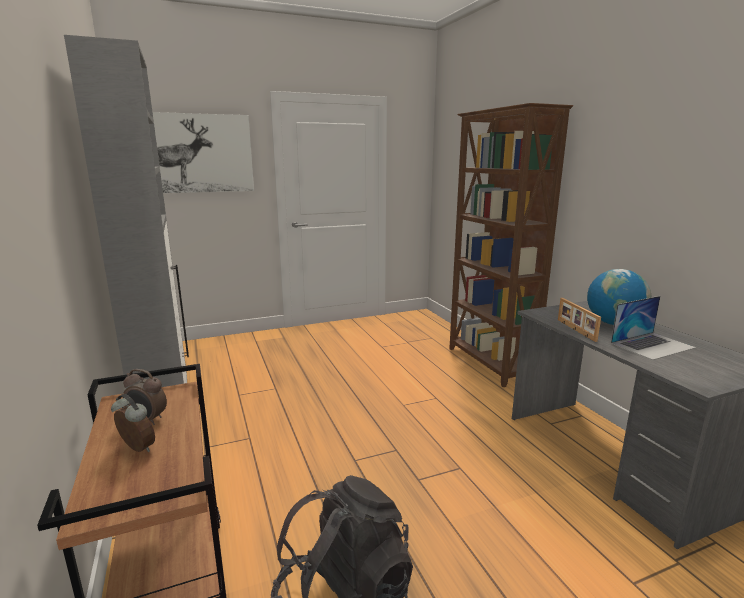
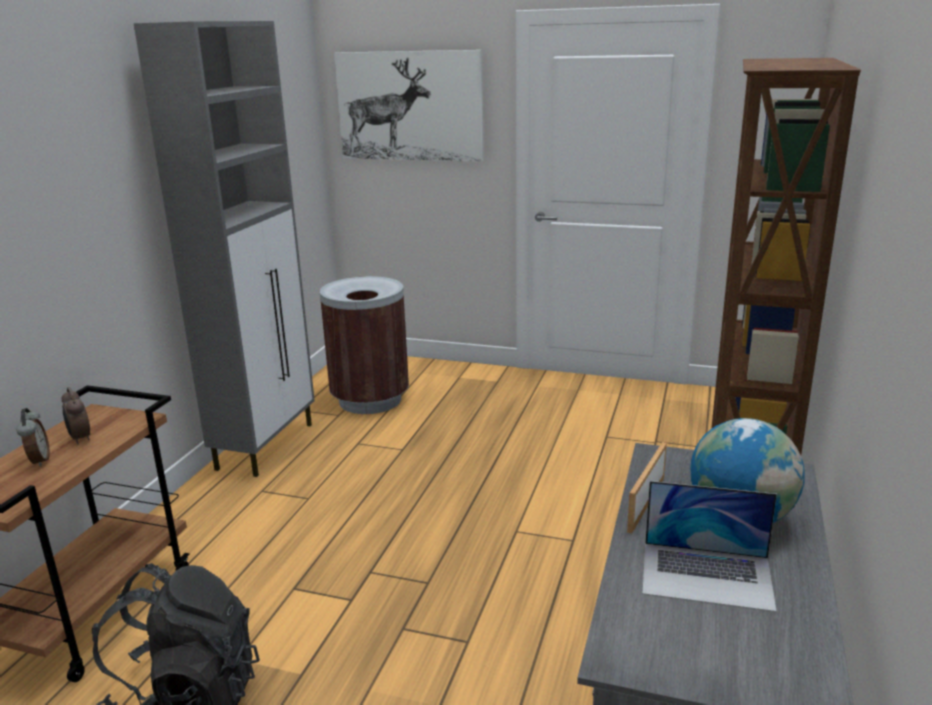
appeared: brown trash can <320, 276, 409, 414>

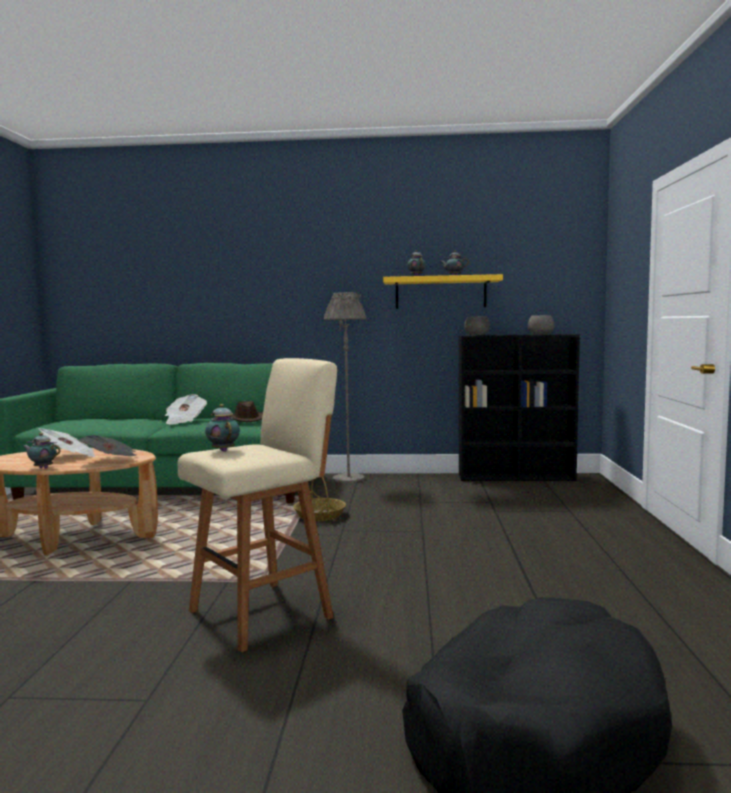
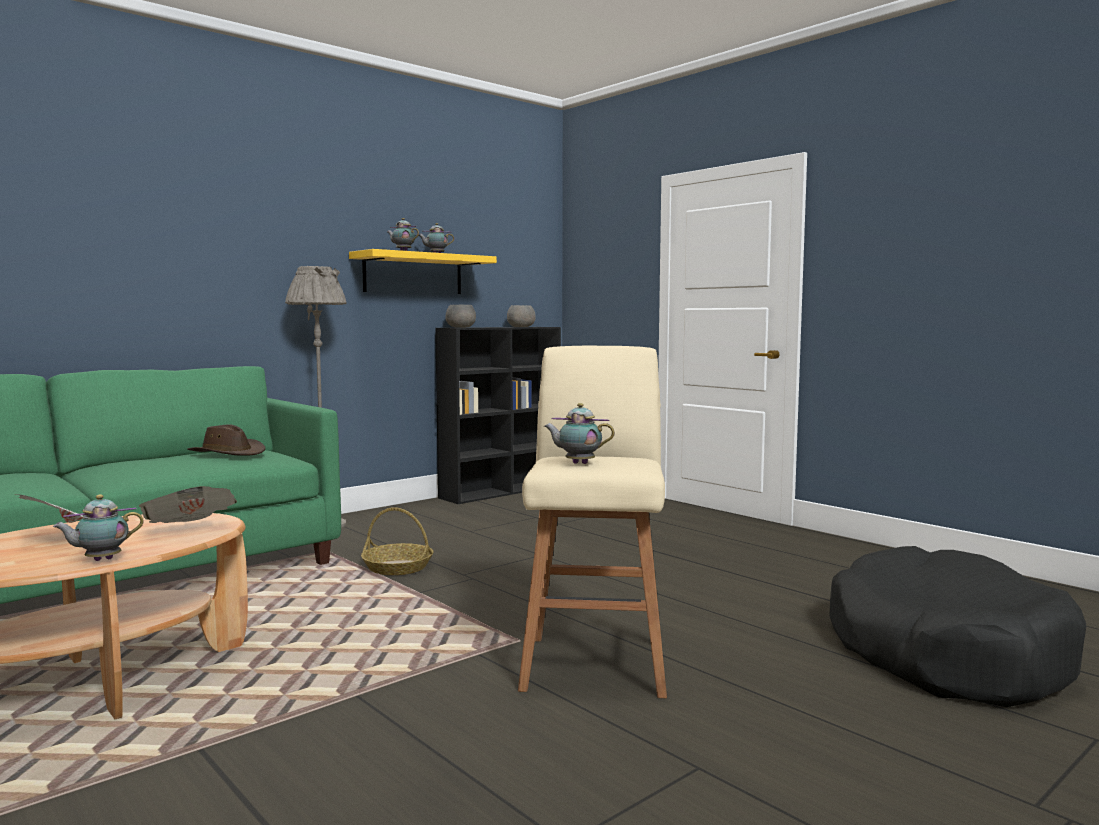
missing: newspaper <165, 394, 207, 425>

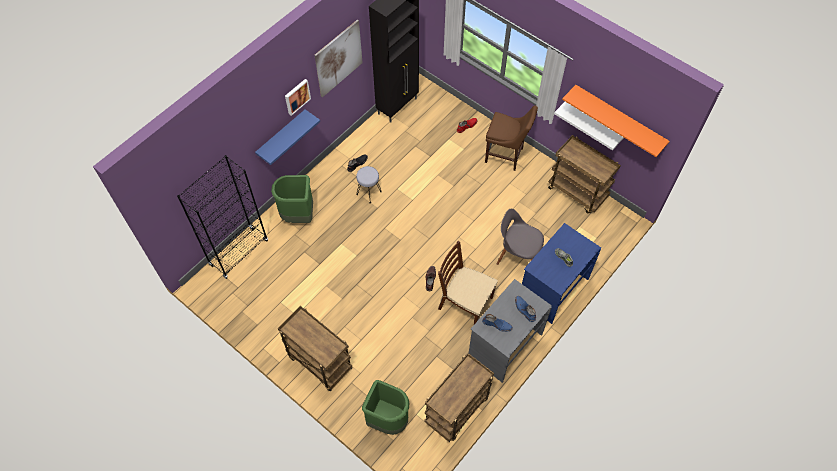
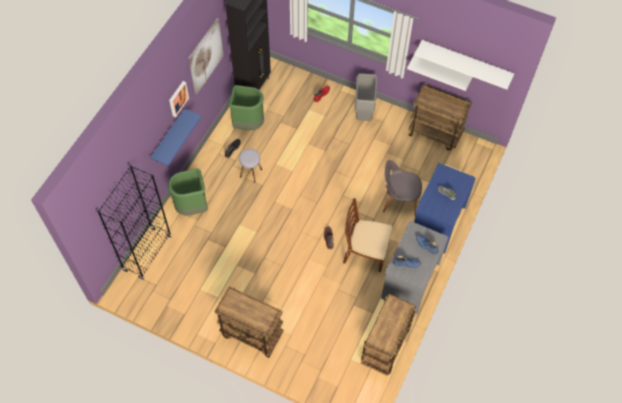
relocated: green trash can <362, 380, 409, 435> to <229, 85, 264, 130>
exchanged: brown chair <485, 105, 538, 171> to grey trash can <355, 73, 378, 121>
colour: orange shelf <562, 85, 669, 157> to white shelf <414, 40, 514, 90>

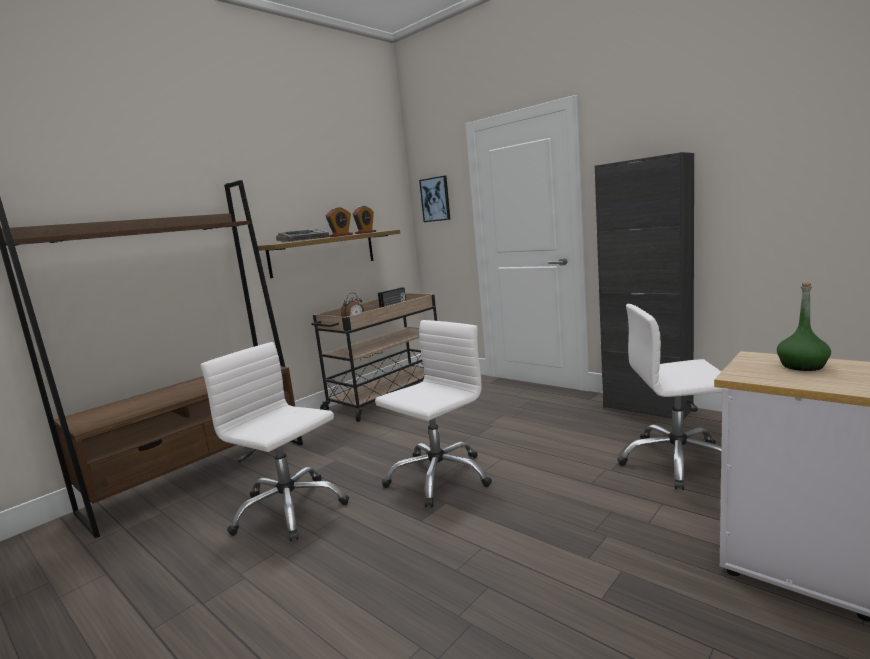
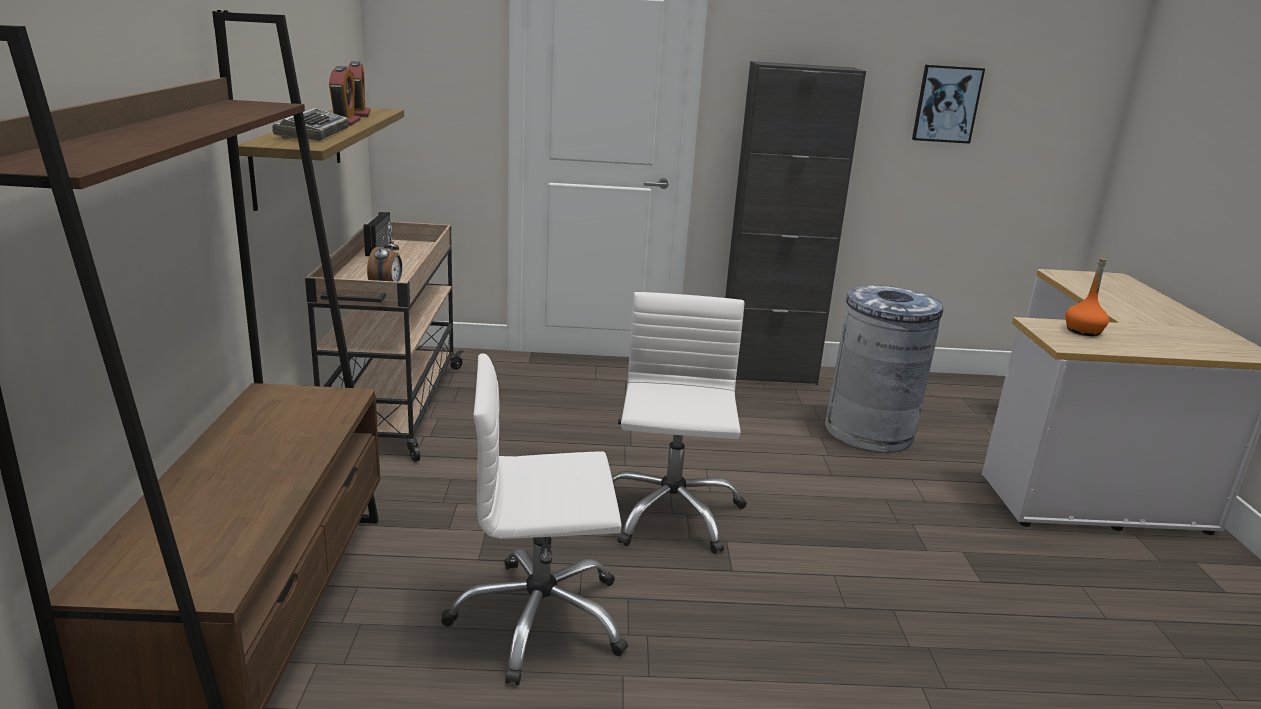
relocated: picture <419, 176, 451, 222> to <912, 65, 985, 144>
exchanged: white office chair <617, 304, 723, 490> to grey trash can <825, 286, 943, 453>
colour: green bottle <777, 282, 831, 371> to orange bottle <1065, 258, 1109, 336>

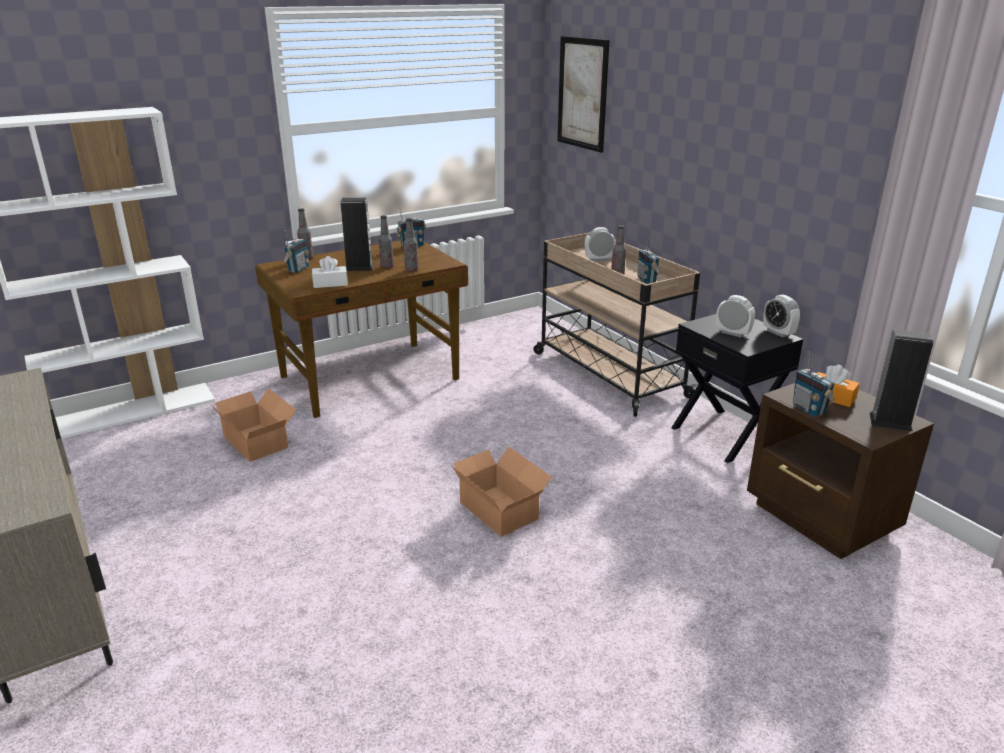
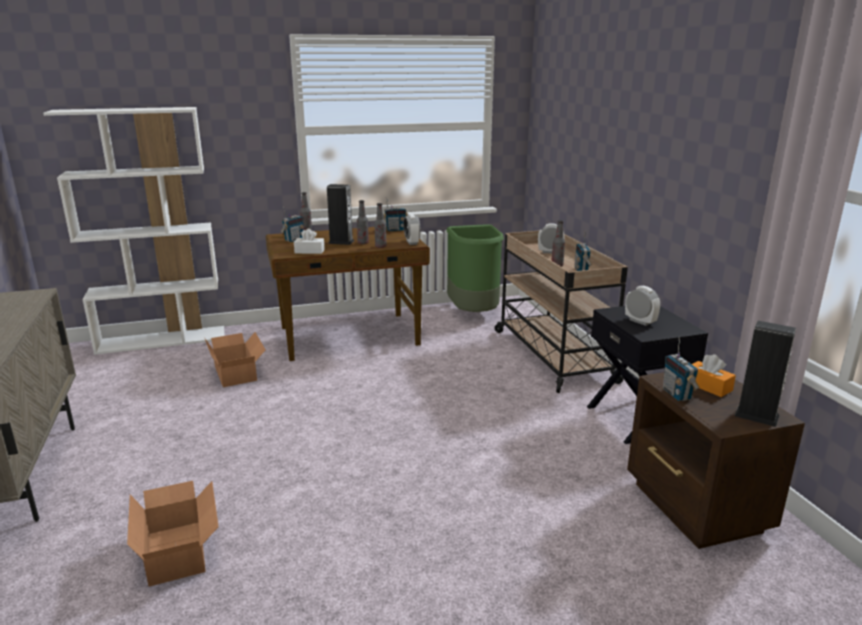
missing: picture <557, 36, 609, 153>
appeared: green trash can <446, 224, 504, 312>
relocated: cardboard box <451, 447, 552, 537> to <127, 481, 219, 586>; alarm clock <763, 295, 800, 337> to <403, 214, 420, 245>

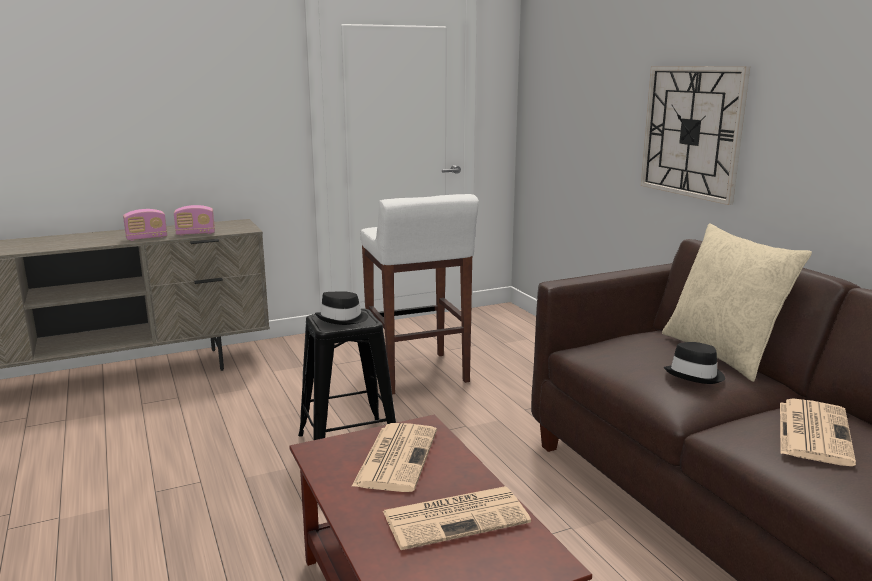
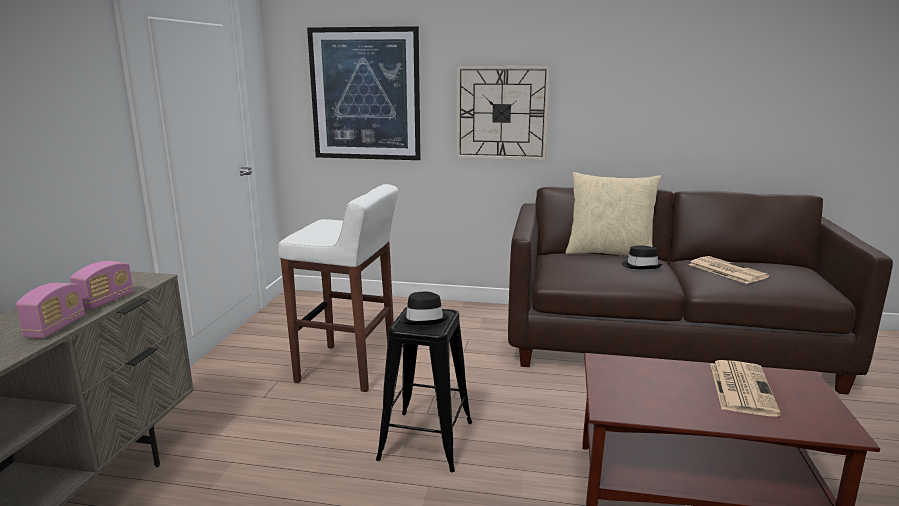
missing: newspaper <351, 423, 437, 492>
appeared: picture <307, 26, 421, 160>

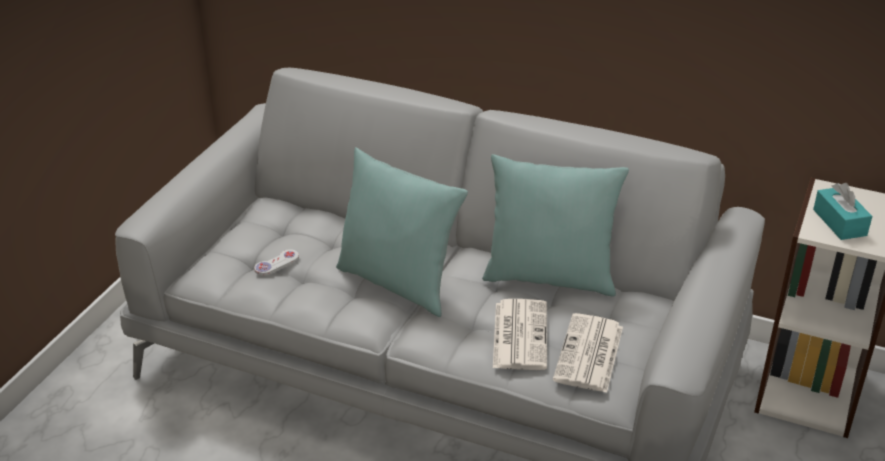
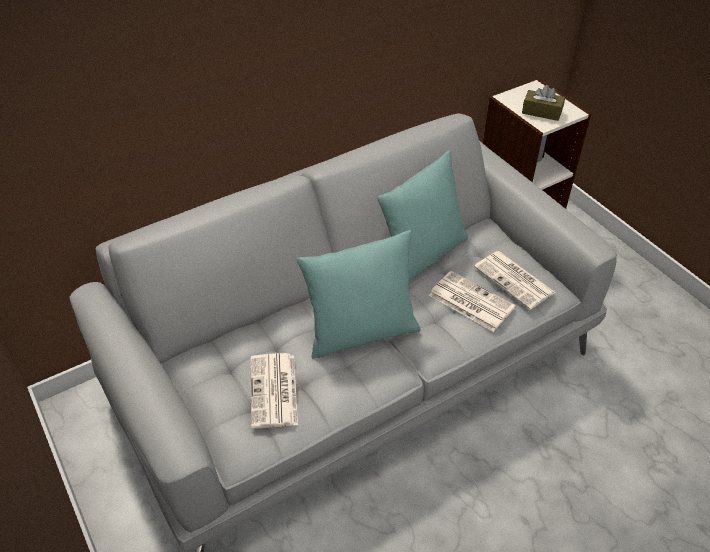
exchanged: white game controller <254, 249, 299, 276> to newspaper <251, 353, 298, 428>
colour: turquoise tissue box <813, 183, 872, 240> to brown tissue box <522, 85, 565, 121>

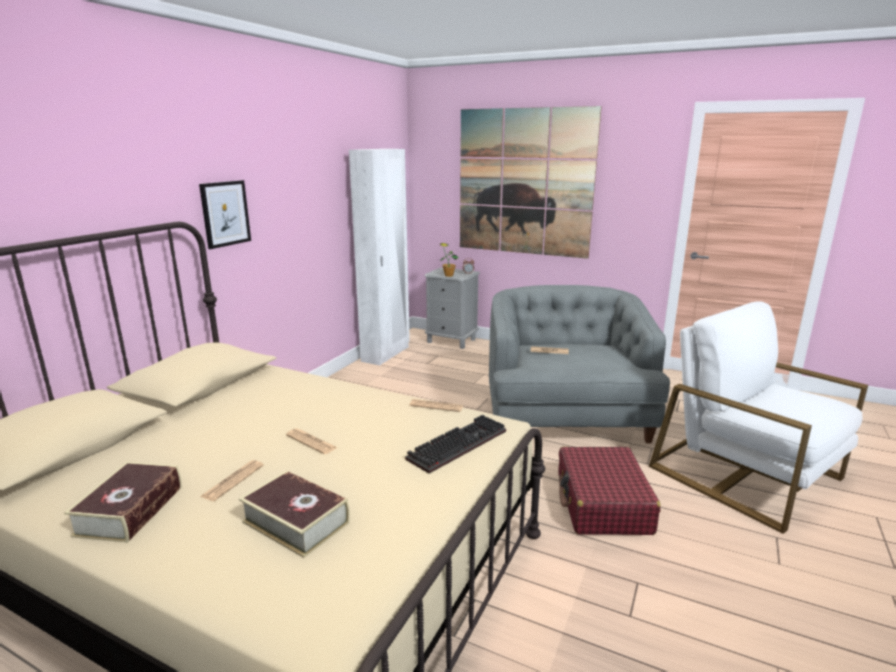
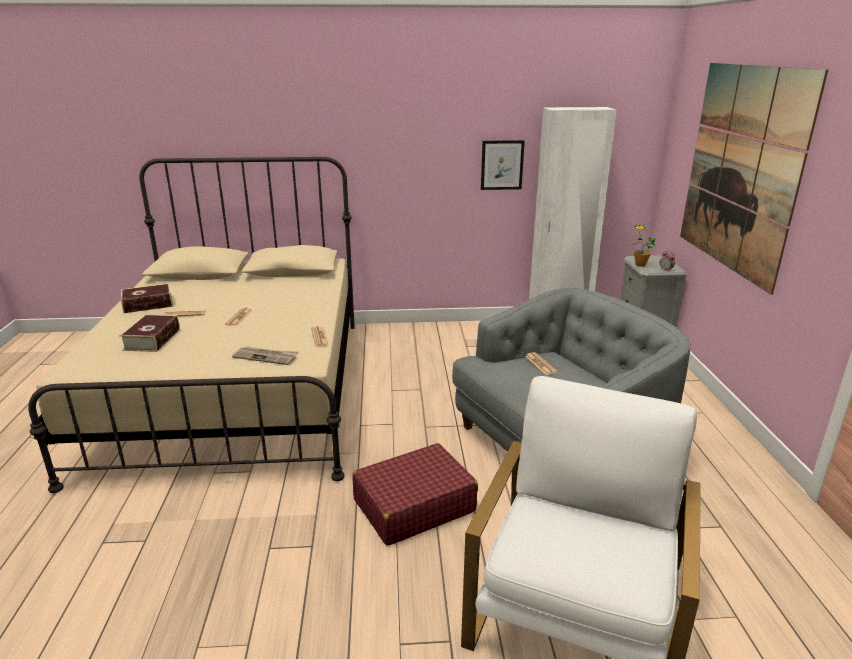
relocated: picture <199, 180, 251, 249> to <481, 140, 525, 190>
exchanged: keyboard <405, 415, 506, 474> to newspaper <232, 346, 298, 365>

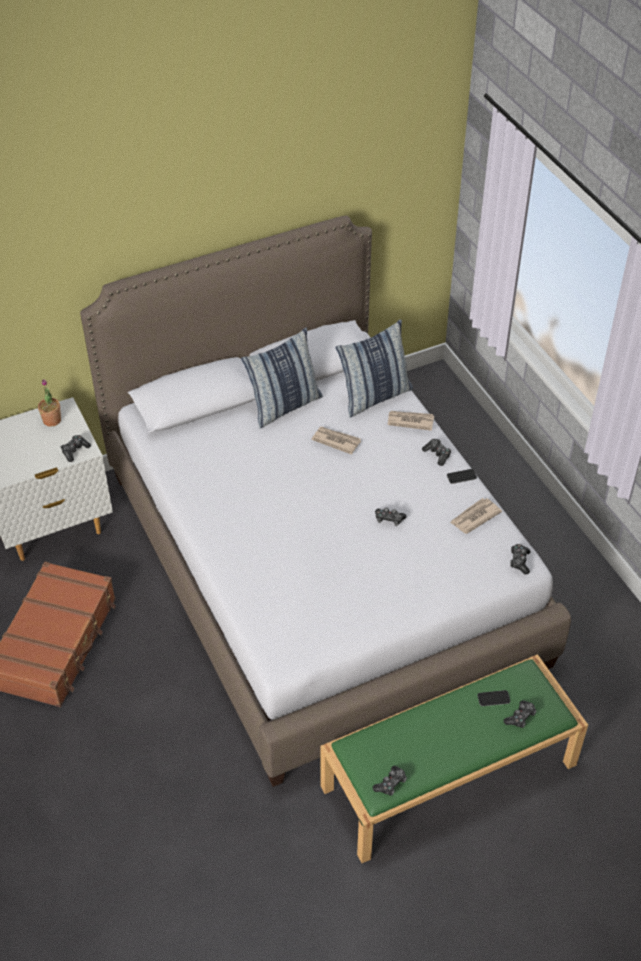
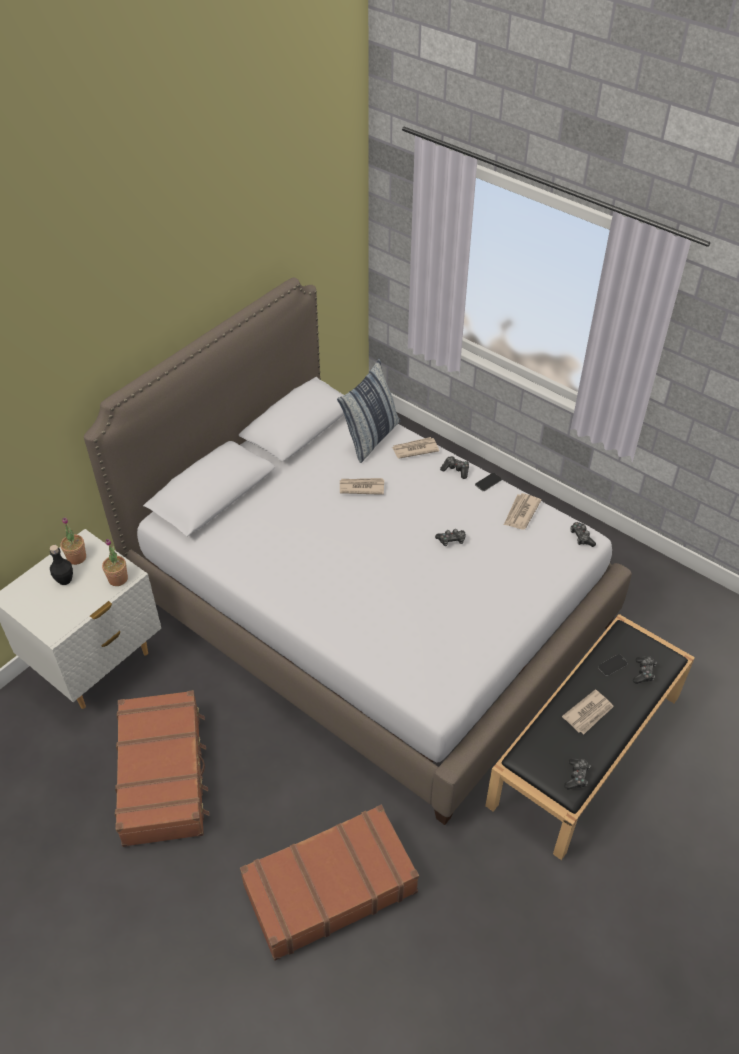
missing: pillow <241, 327, 323, 428>
appeared: black bottle <50, 545, 73, 585>; brown suitcase <240, 805, 419, 961>; newspaper <562, 690, 614, 734>
exchanged: game controller <61, 435, 91, 462> to potted plant <102, 539, 128, 586>
colour: green bench <320, 654, 588, 863> to black bench <485, 614, 695, 860>

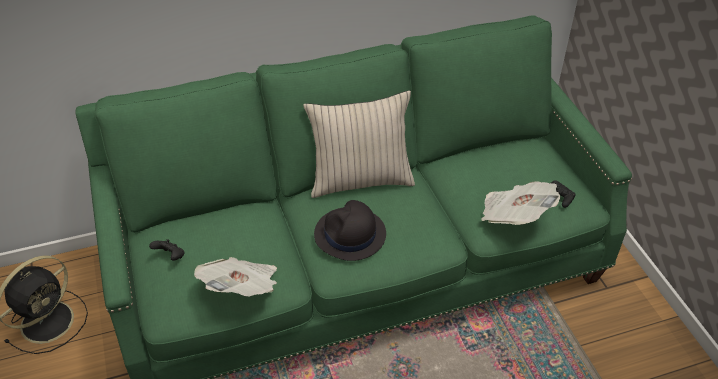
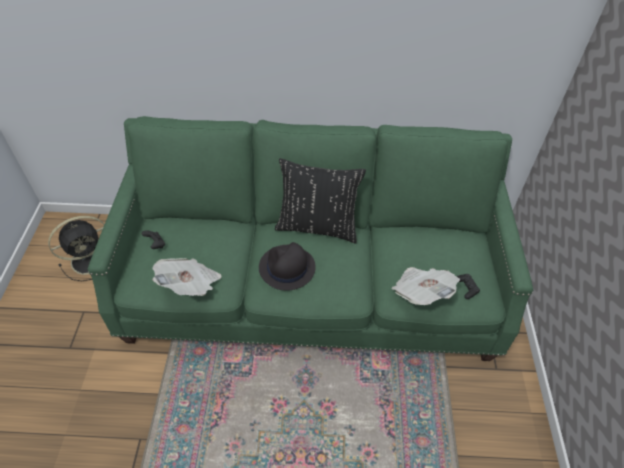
colour: beige pillow <303, 90, 415, 198> to black pillow <275, 158, 366, 243>

